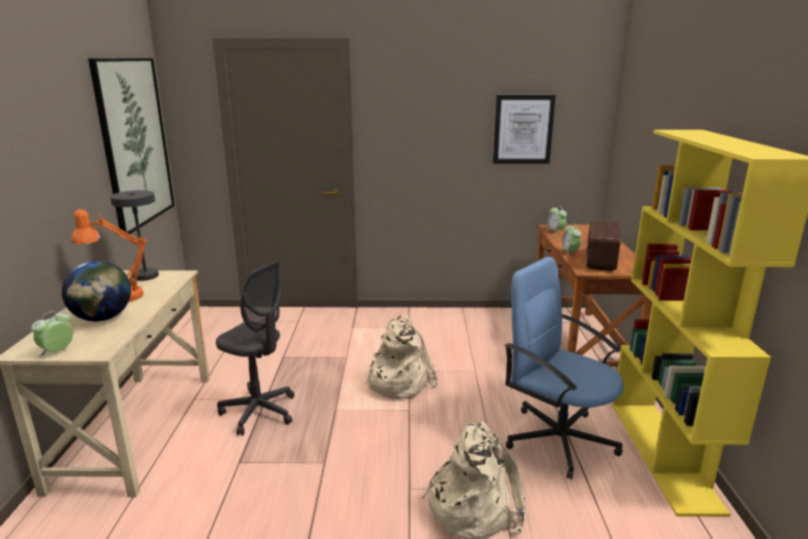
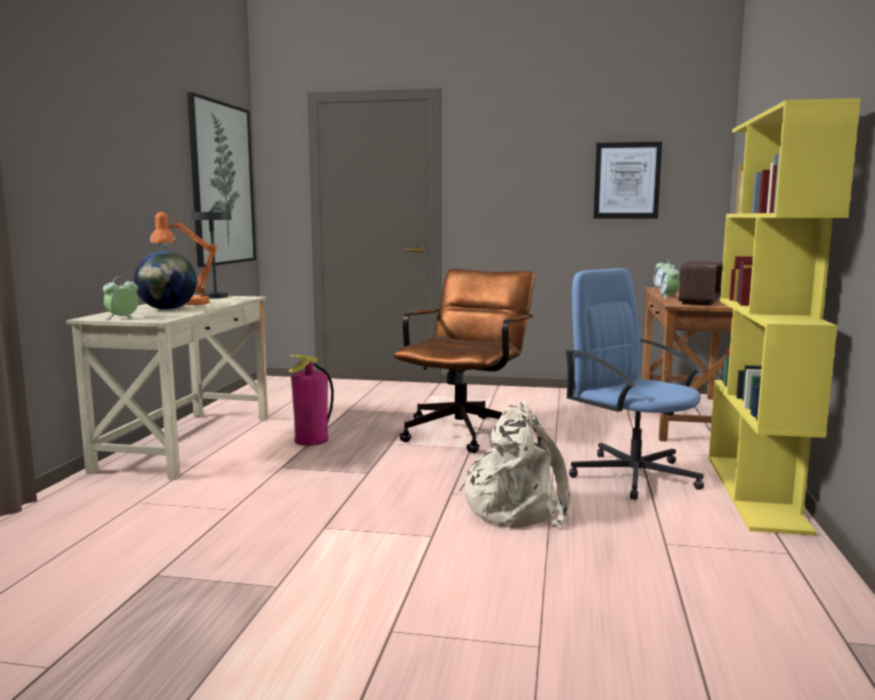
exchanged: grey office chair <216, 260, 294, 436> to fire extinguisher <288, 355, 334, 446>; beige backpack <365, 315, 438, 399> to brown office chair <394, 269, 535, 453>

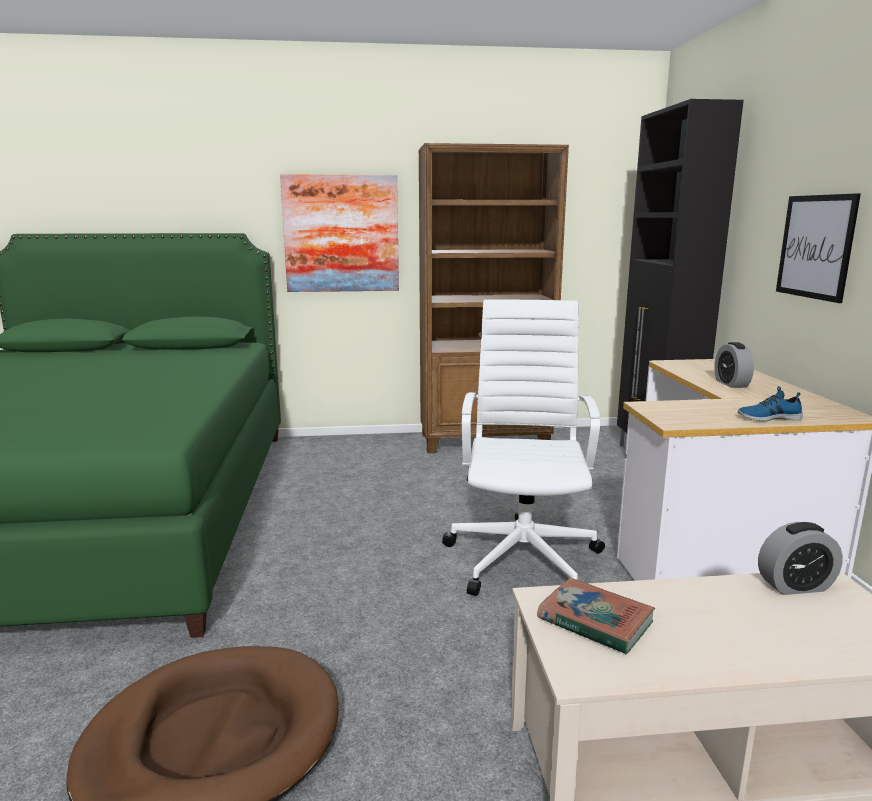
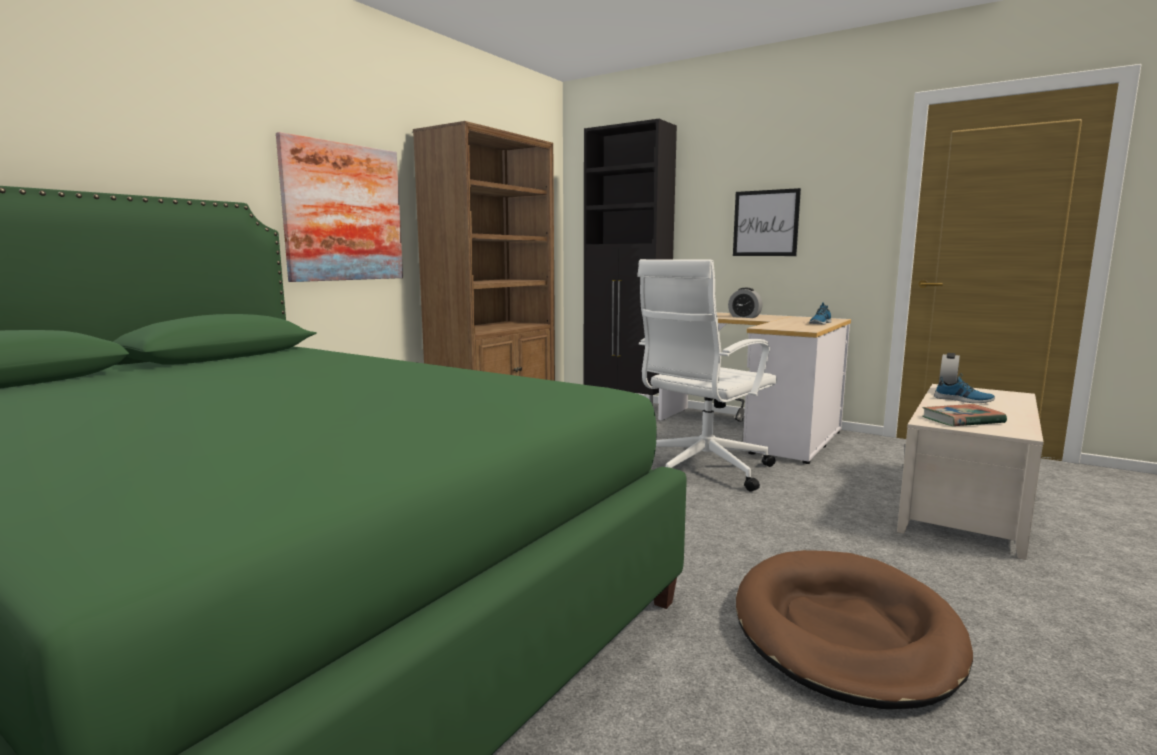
appeared: shoe <934, 376, 995, 403>
spun: white office chair <442, 300, 605, 596> = <637, 259, 777, 492> 90 degrees counterclockwise

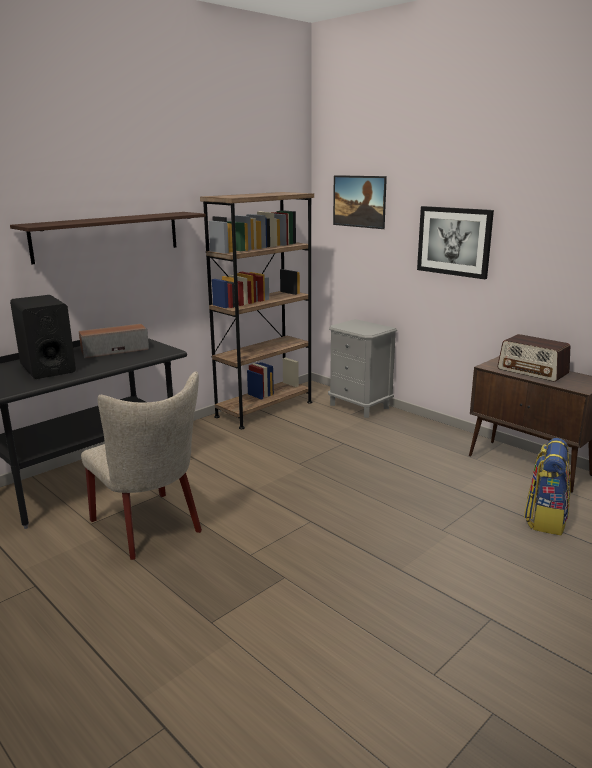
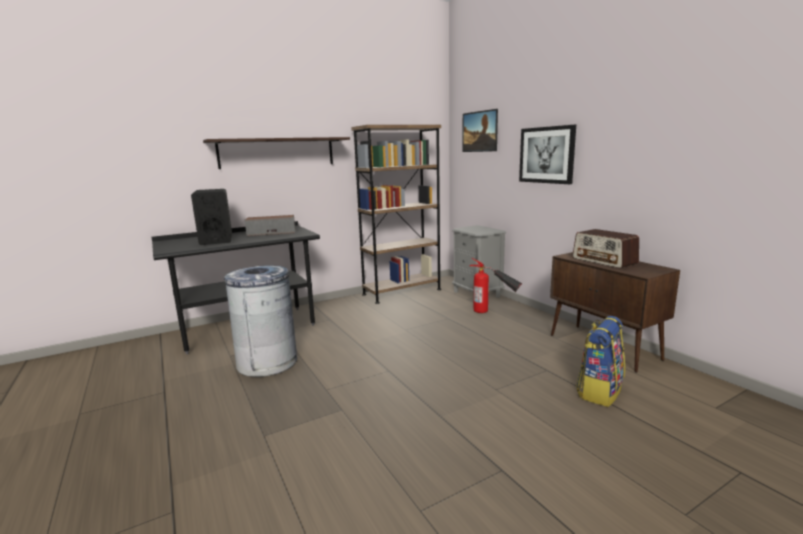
appeared: fire extinguisher <469, 258, 522, 313>
exchanged: beige chair <81, 372, 202, 560> to grey trash can <224, 265, 297, 377>

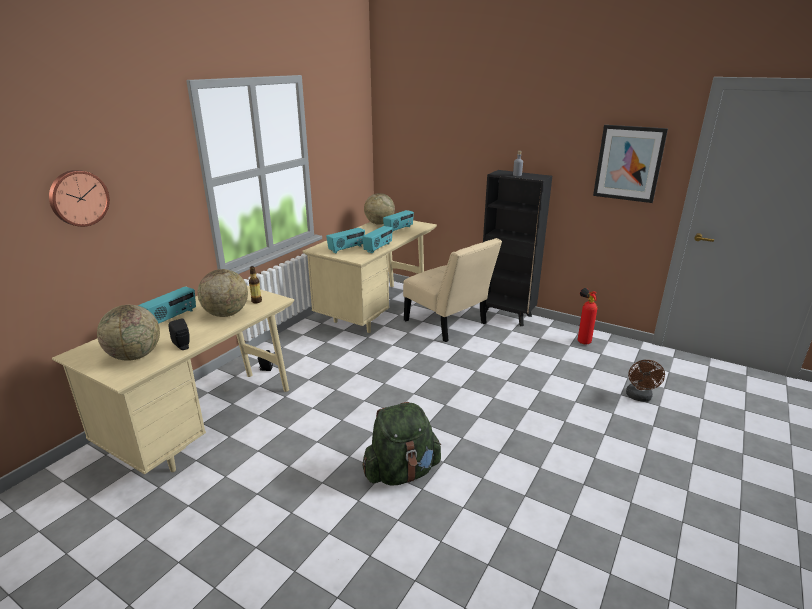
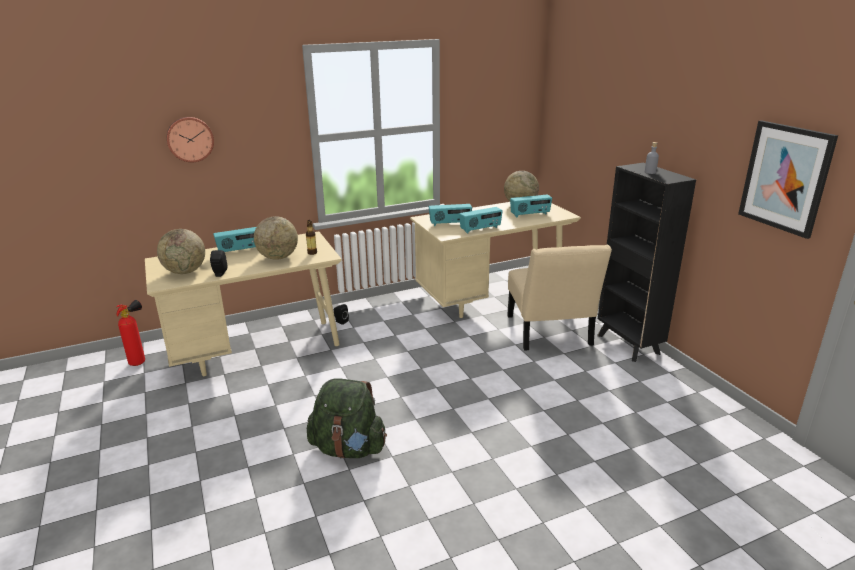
missing: brown fan <626, 360, 665, 402>
relocated: fire extinguisher <578, 288, 597, 344> to <116, 300, 145, 366>

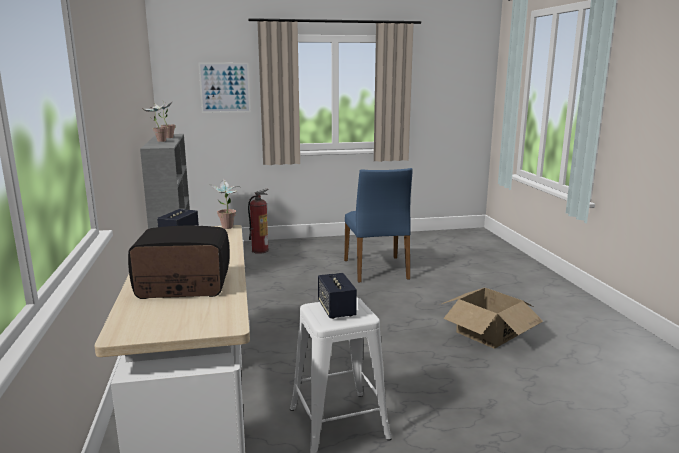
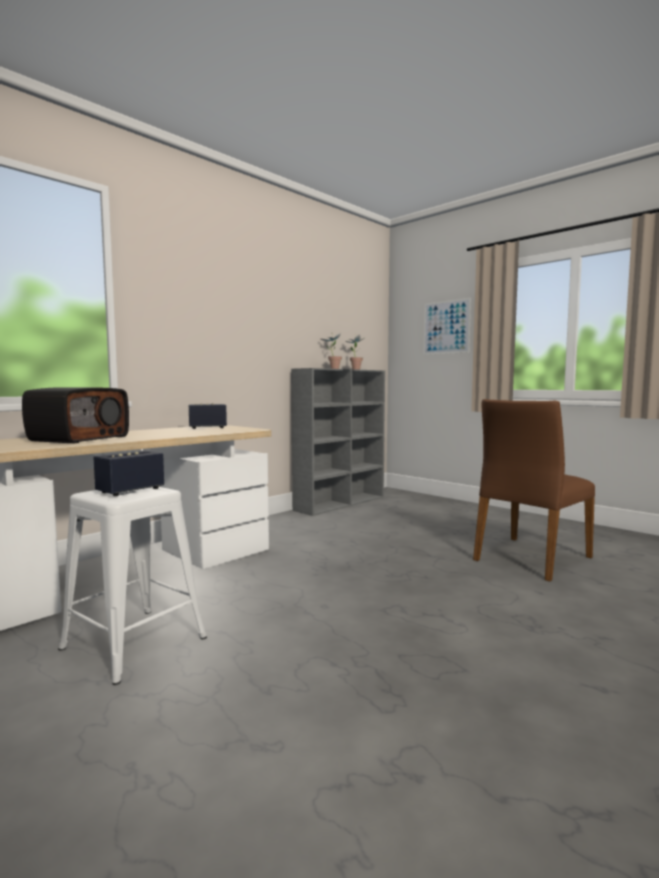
missing: potted plant <210, 179, 238, 229>; fire extinguisher <248, 189, 269, 254>; cardboard box <442, 288, 543, 349>
colour: blue chair <344, 168, 413, 282> to brown chair <473, 399, 595, 581>
spun: radio <128, 226, 229, 299> = <22, 387, 129, 443> 60 degrees clockwise

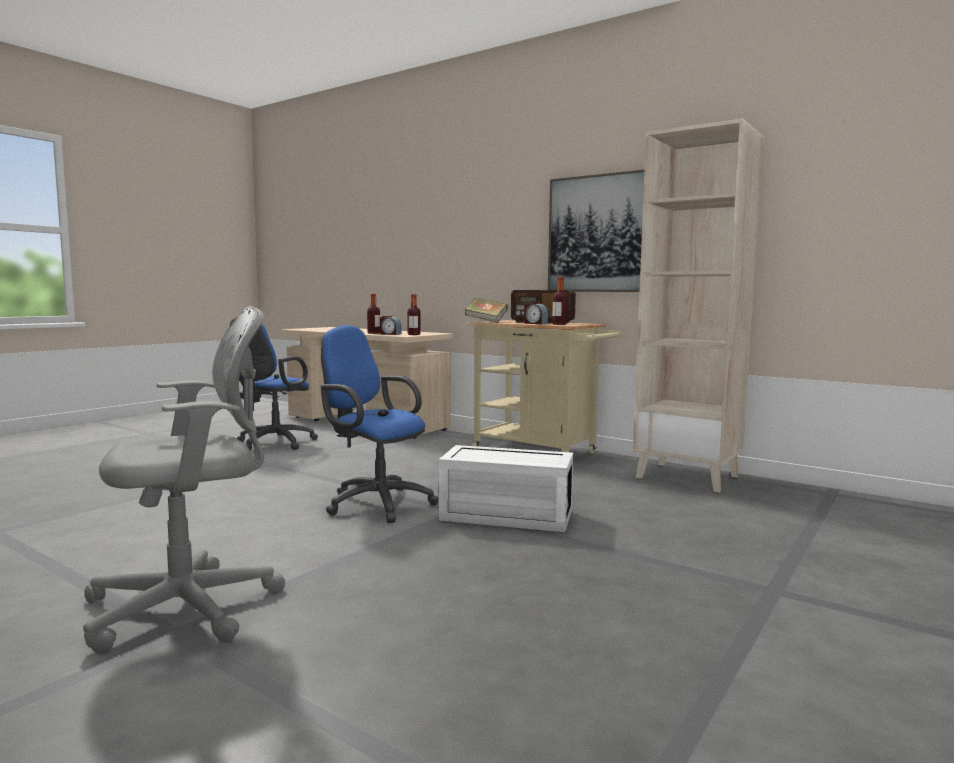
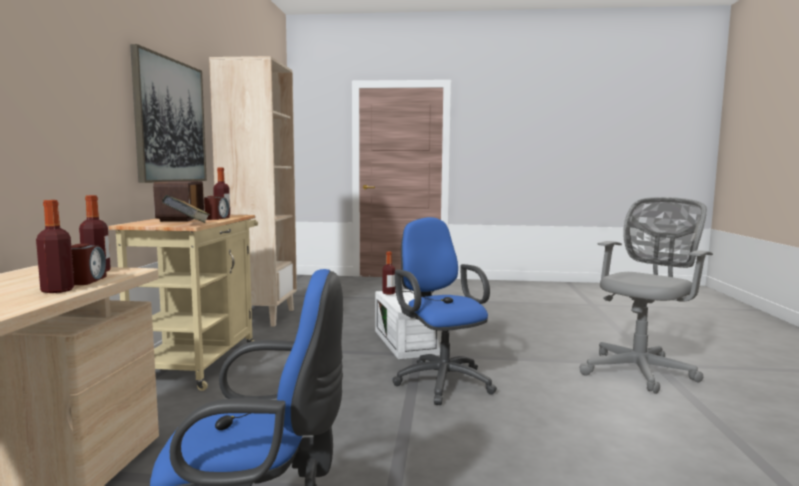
appeared: bottle <382, 252, 395, 295>
spun: blue office chair <321, 325, 439, 523> = <392, 217, 497, 405> 150 degrees clockwise; grey office chair <83, 306, 286, 653> = <579, 197, 713, 394> 105 degrees clockwise

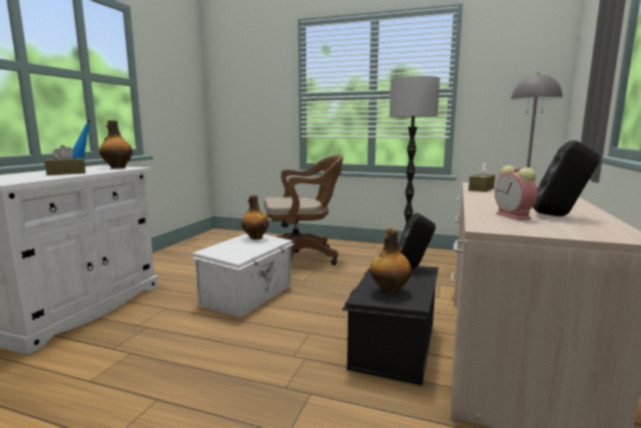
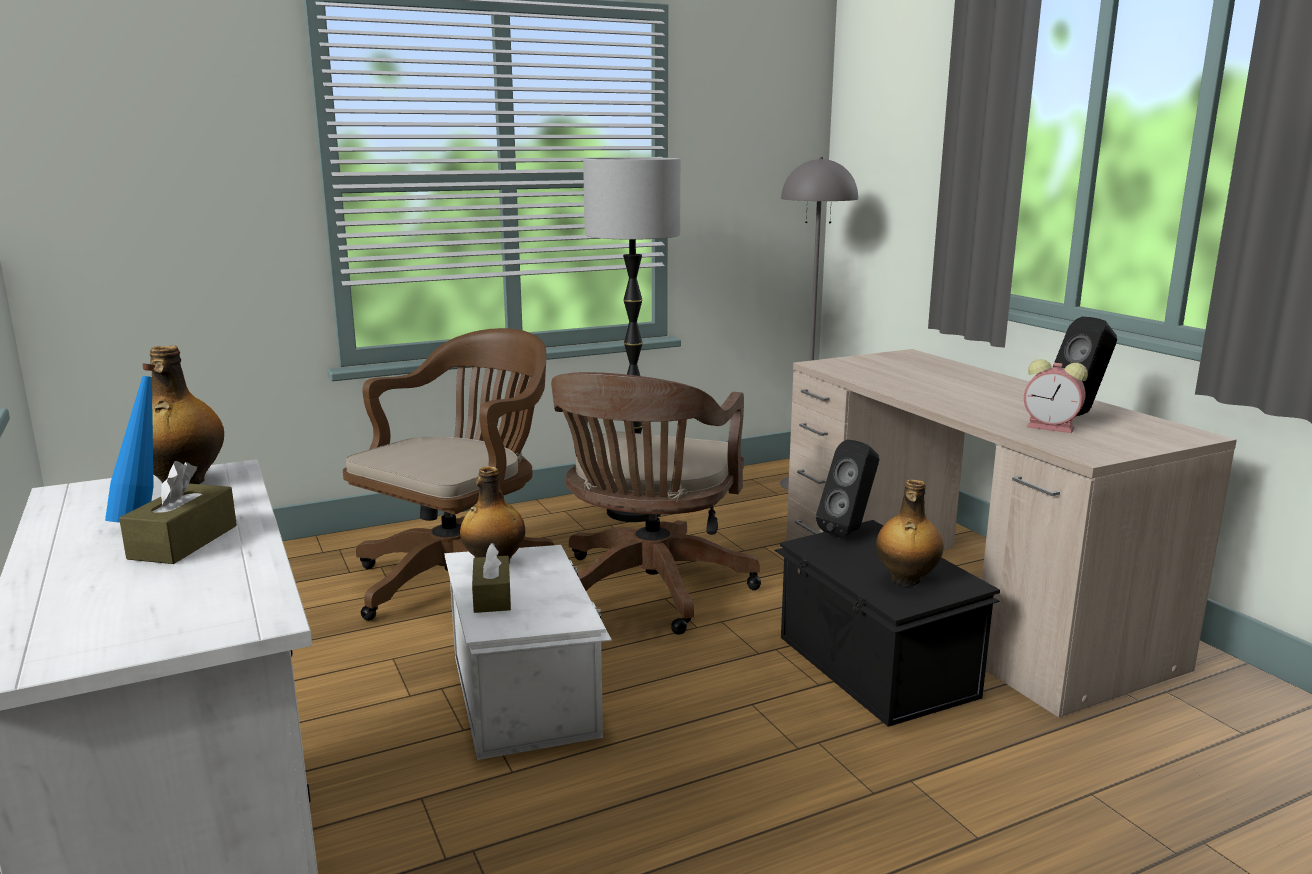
appeared: brown office chair <551, 372, 761, 635>
relocated: brown tissue box <469, 162, 495, 192> to <472, 543, 511, 613>

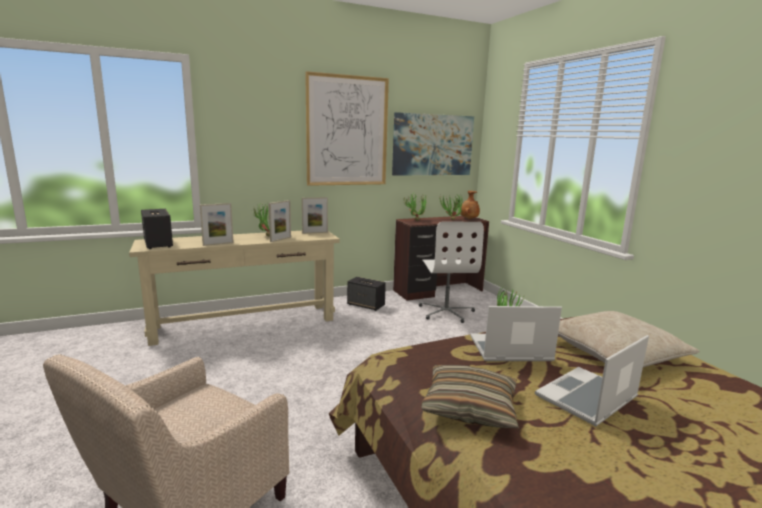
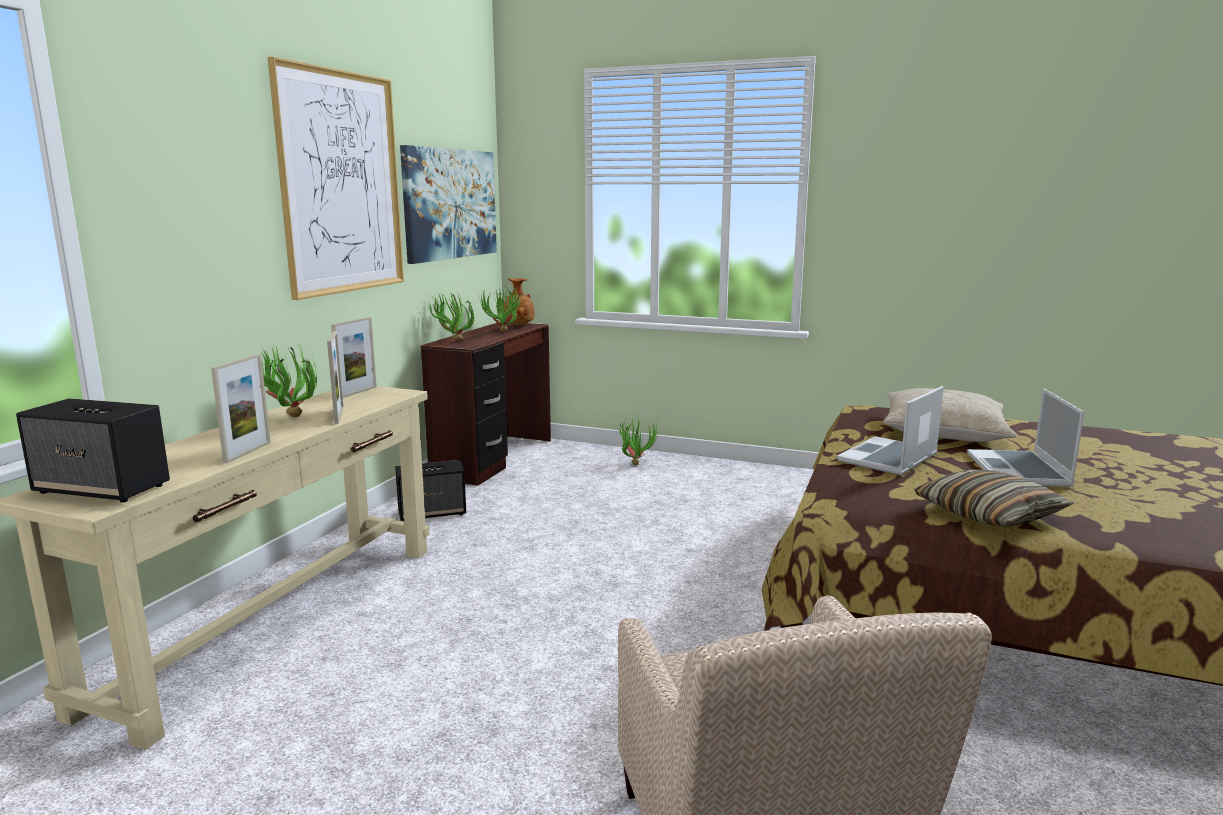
missing: white office chair <419, 222, 484, 323>

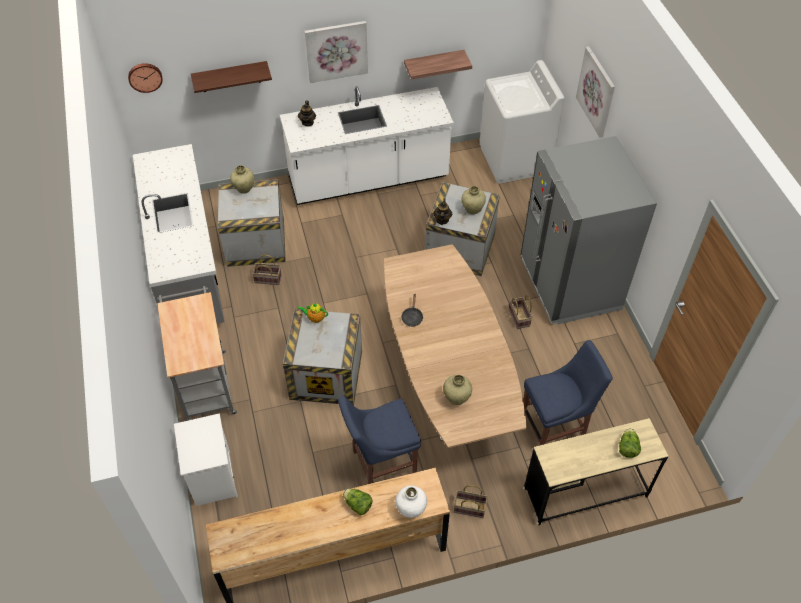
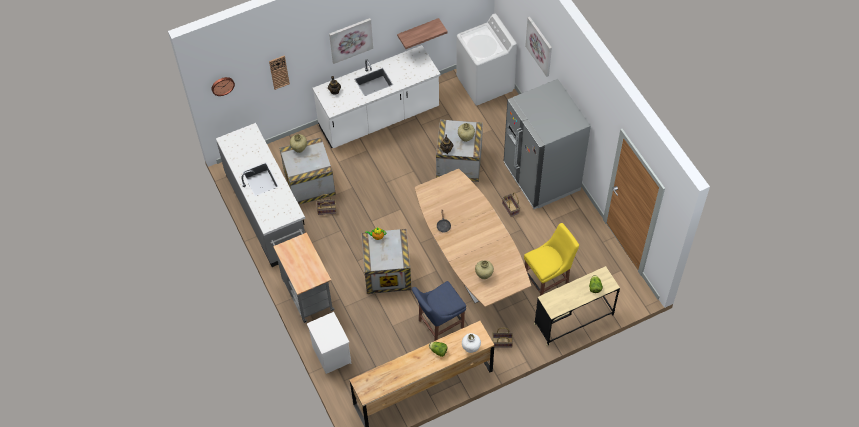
exchanged: shelf <191, 61, 272, 93> to wall clock <269, 55, 290, 90>
colour: blue chair <523, 340, 613, 445> to yellow chair <524, 223, 579, 296>

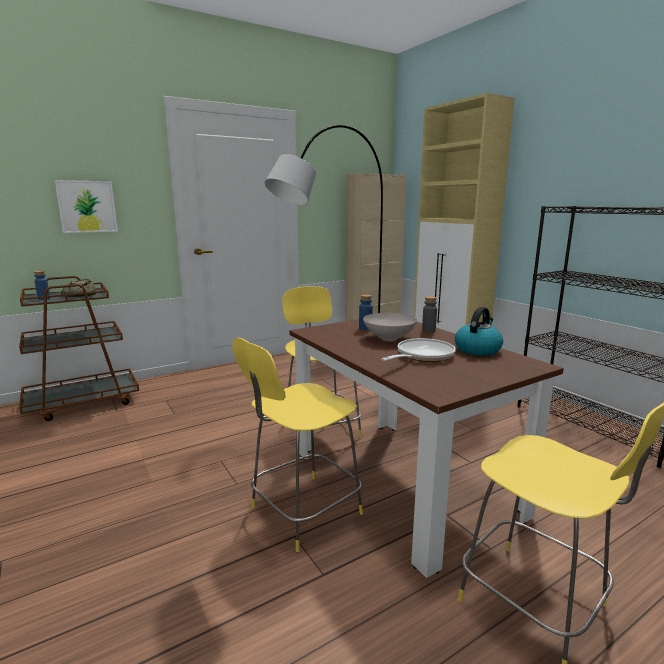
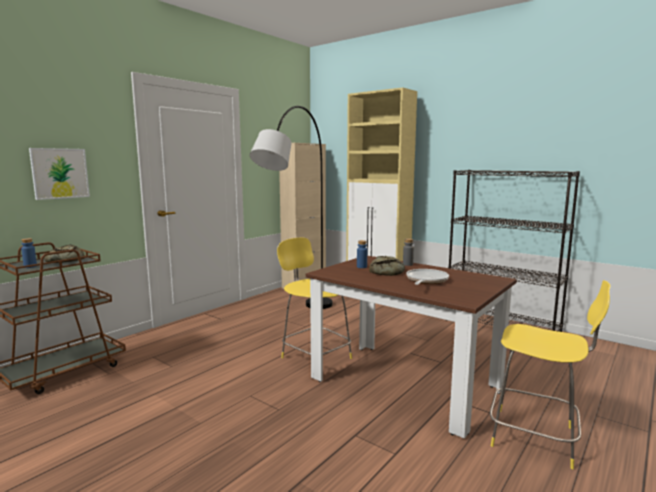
missing: yellow stool <232, 338, 363, 552>; kettle <455, 307, 503, 356>
exchanged: white bowl <363, 313, 417, 341> to bread <369, 256, 405, 276>

